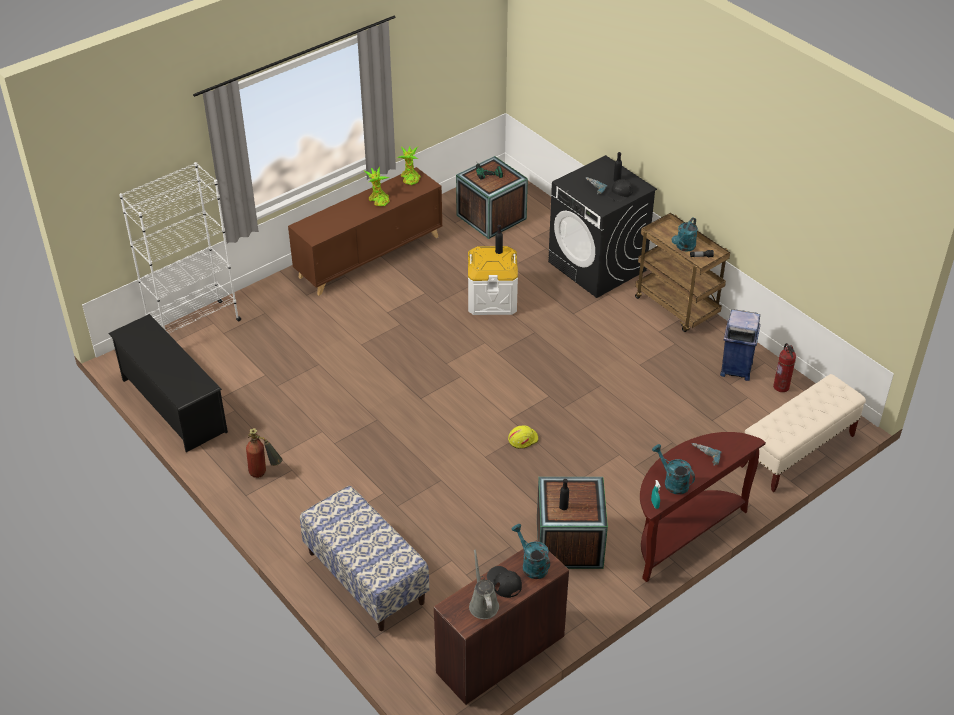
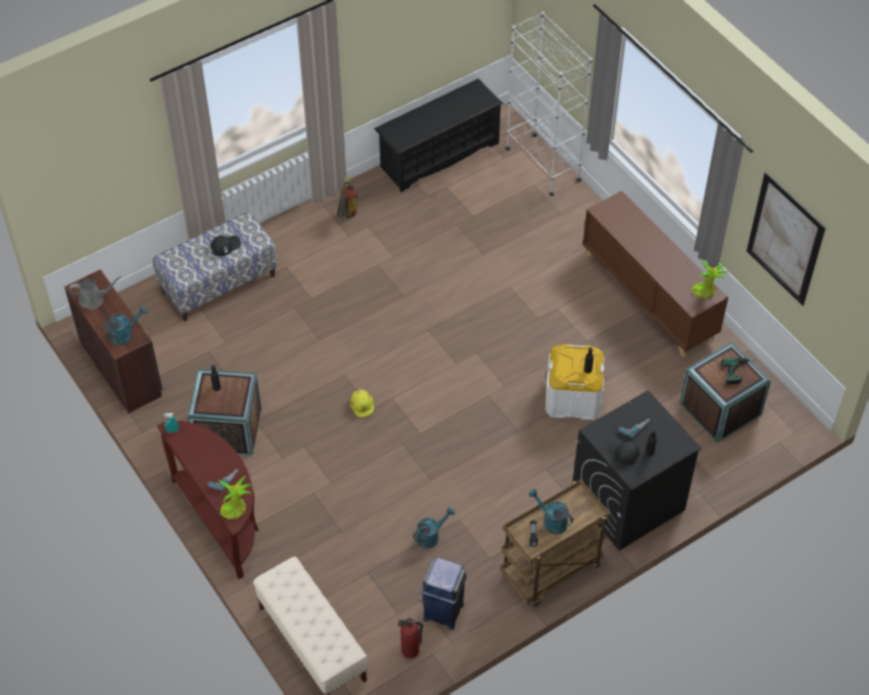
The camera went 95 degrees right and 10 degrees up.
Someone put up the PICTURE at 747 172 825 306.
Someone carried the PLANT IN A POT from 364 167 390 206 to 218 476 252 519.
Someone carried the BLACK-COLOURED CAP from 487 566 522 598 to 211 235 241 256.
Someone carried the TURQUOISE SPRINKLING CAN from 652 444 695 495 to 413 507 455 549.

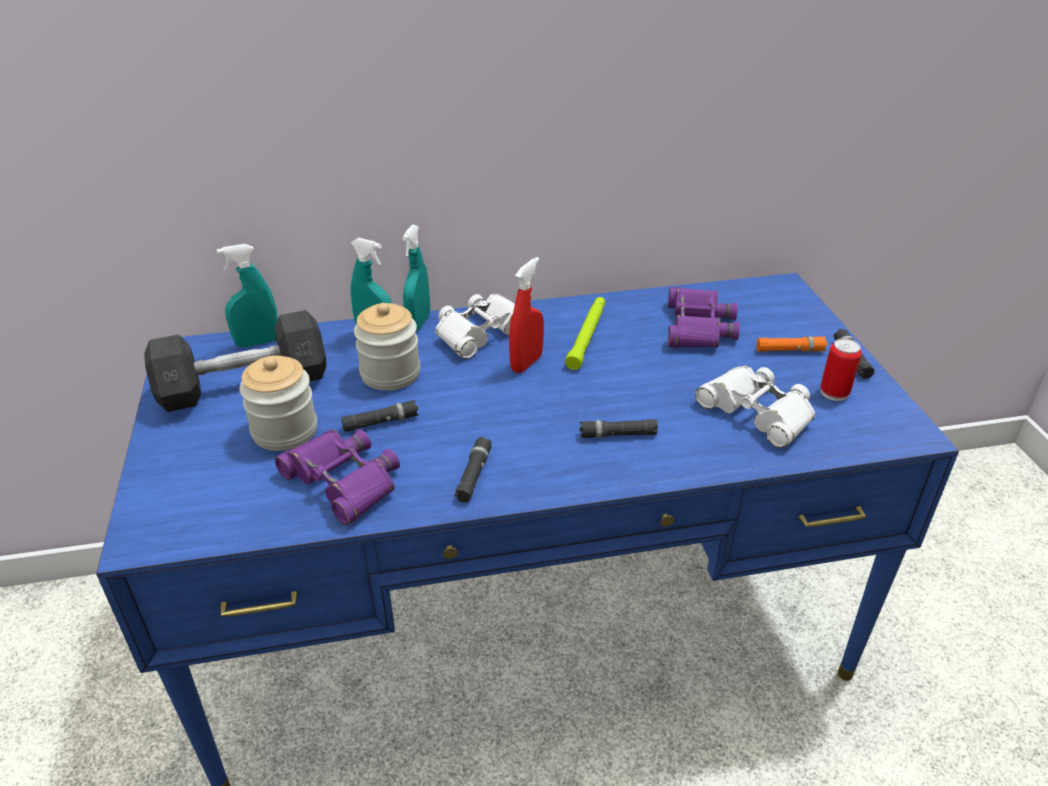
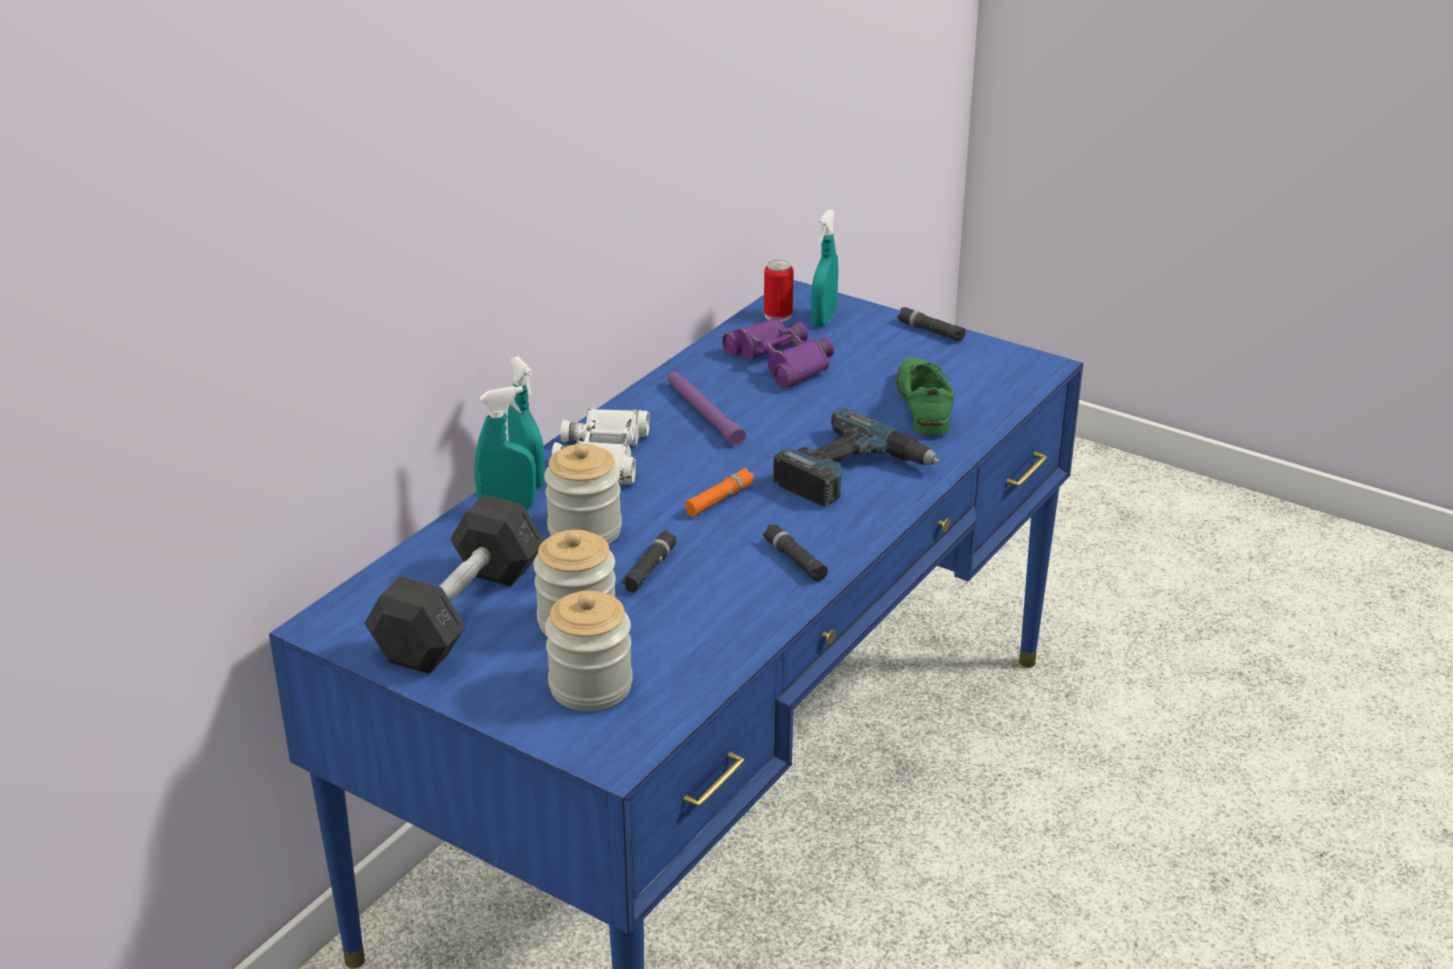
The camera went 45 degrees left and 5 degrees down.
Someone took away the PURPLE BINOCULARS at 275 429 400 525.
Someone took away the RED-COLOURED SPRAYER at 509 257 544 373.
Someone put down the PRESERVE JAR at 545 591 633 711.
Someone carried the TURQUOISE SPRAYER from 217 244 278 347 to 811 210 838 327.
Someone carried the ORANGEY TORCH from 756 336 828 352 to 684 468 754 517.
Someone carried the CAN from 820 338 862 401 to 764 259 794 322.
Someone swapped the BLACK-COLOURED TORCH at 579 419 658 438 for the ELECTRIC DRILL at 773 409 940 506.
Someone swapped the WHITISH BINOCULARS at 695 366 815 448 for the GREEN ITEM OF FOOTWEAR at 897 357 954 435.
Someone repainted the GREEN TORCH at 565 297 605 370, which became the PURPLE TORCH at 668 371 745 446.

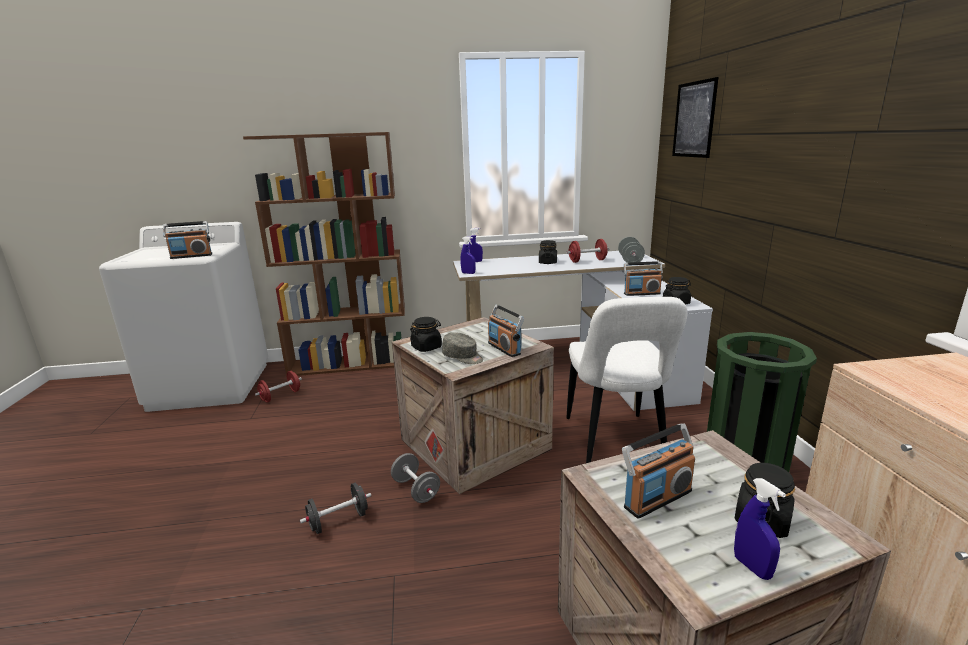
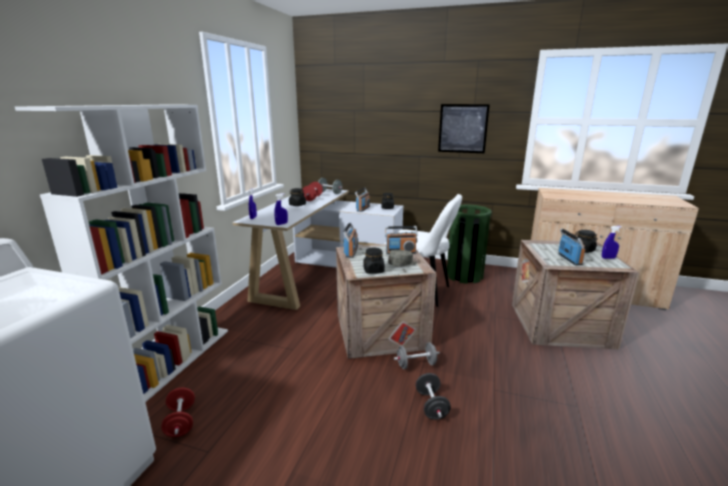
The camera went 65 degrees left and 0 degrees up.
Someone carried the RADIO RECEIVER from 163 221 212 259 to 343 223 358 258.
Someone carried the PICTURE from 672 77 718 158 to 438 104 490 153.
Someone repainted the BROWNISH BOOKCASE at 243 132 405 377, which became the WHITISH BOOKCASE at 15 105 228 402.

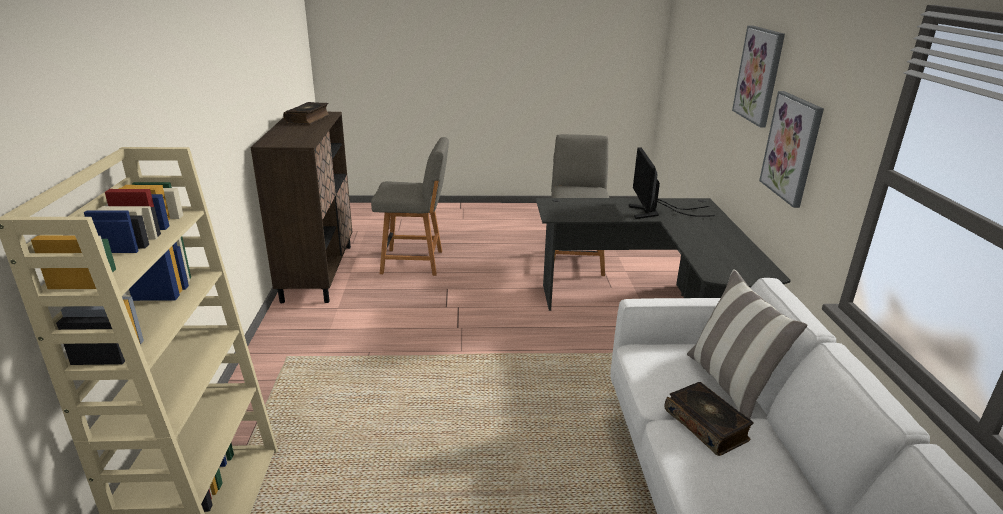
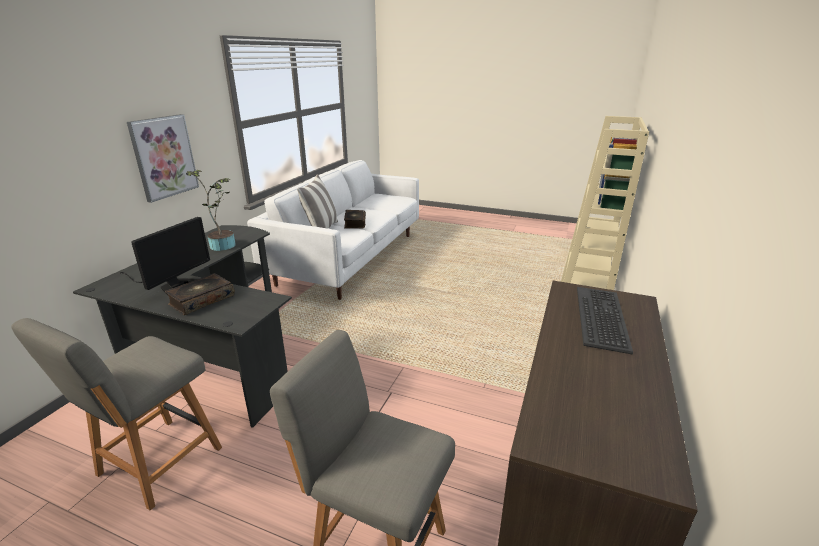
The camera went 155 degrees left and 0 degrees up.
Someone took away the PICTURE at 732 25 785 127.
Someone put down the PLANT IN A POT at 186 170 236 251.
Someone put down the PC KEYBOARD at 577 287 633 355.
Someone carried the BOUND BOOK from 283 102 330 125 to 165 273 235 315.

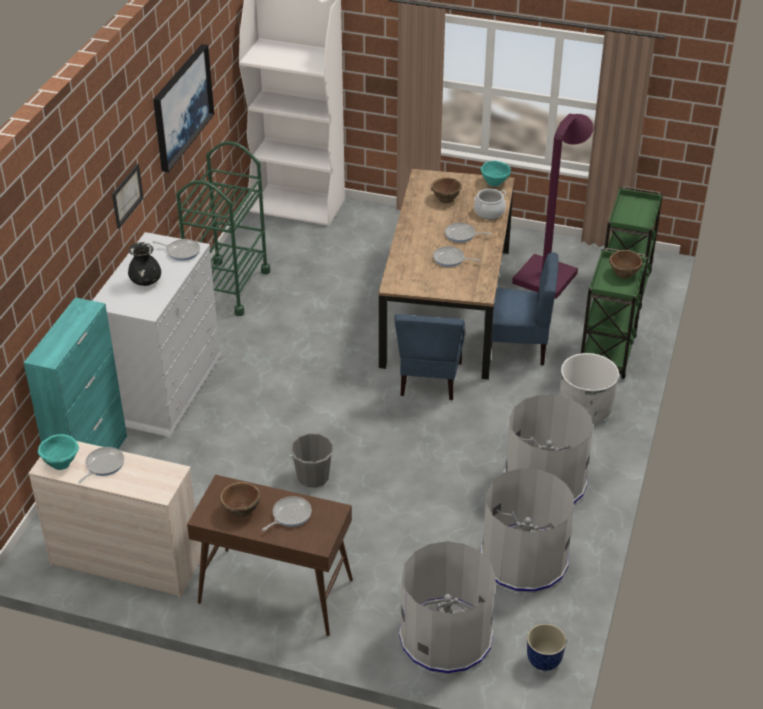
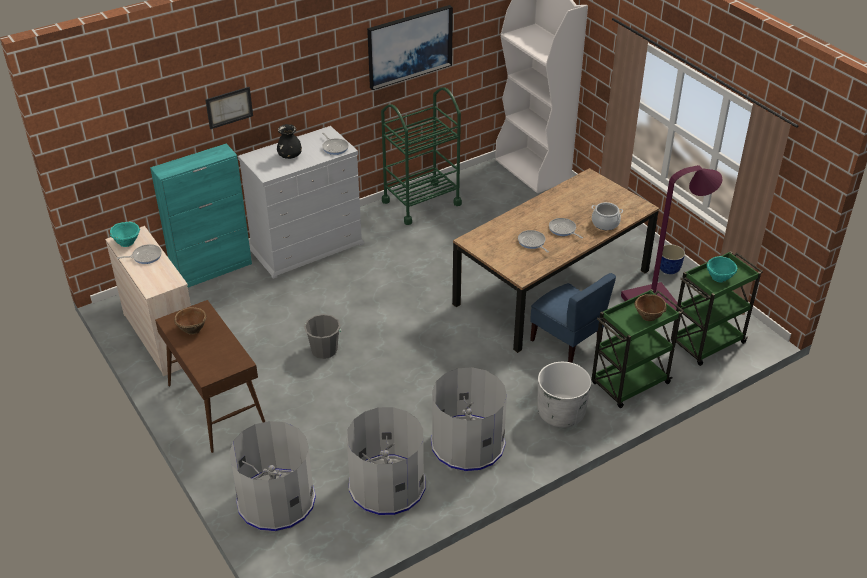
The camera went 40 degrees right and 0 degrees up.
Someone took away the PAN at 262 496 312 531.
Someone took away the BLUISH UPRIGHT CHAIR at 395 314 465 400.
Someone took away the BROWNISH BOWL at 431 178 462 203.
Someone carried the PICTURE from 112 164 143 229 to 205 87 253 129.
Someone carried the TURQUOISE BOWL from 481 161 511 186 to 707 256 737 283.
Someone carried the PLANTER from 527 624 567 671 to 660 244 685 274.

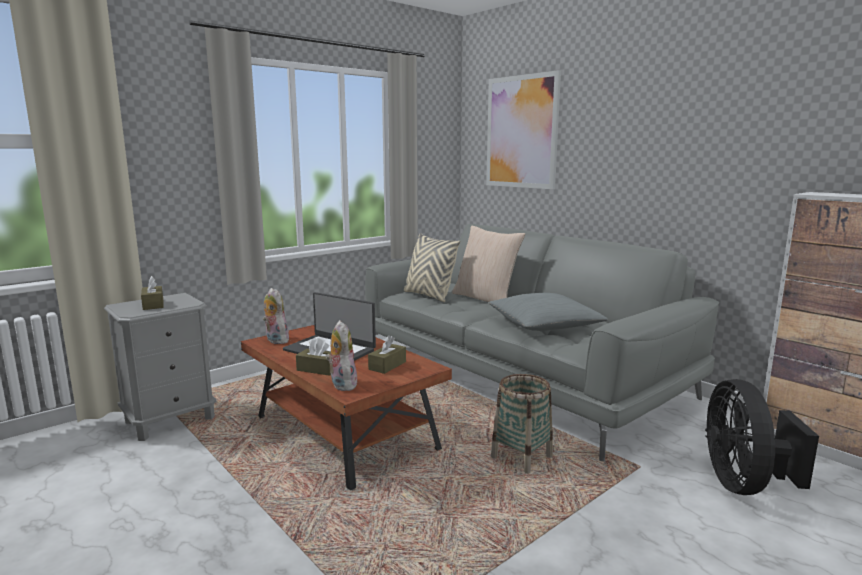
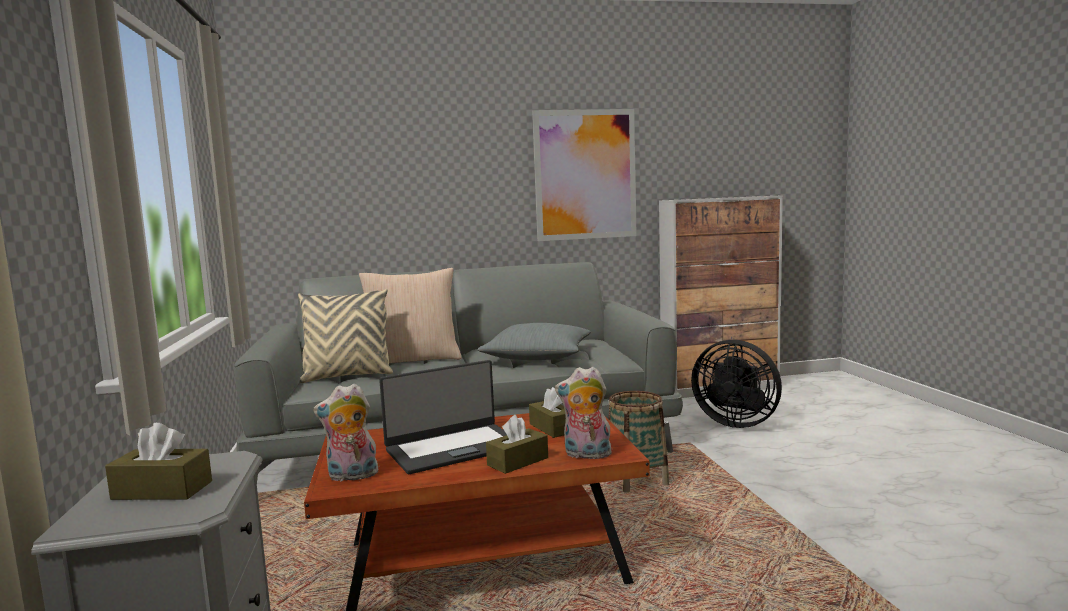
The camera went 60 degrees left and 5 degrees down.
Someone carried the PICTURE from 486 70 561 189 to 532 109 637 241.

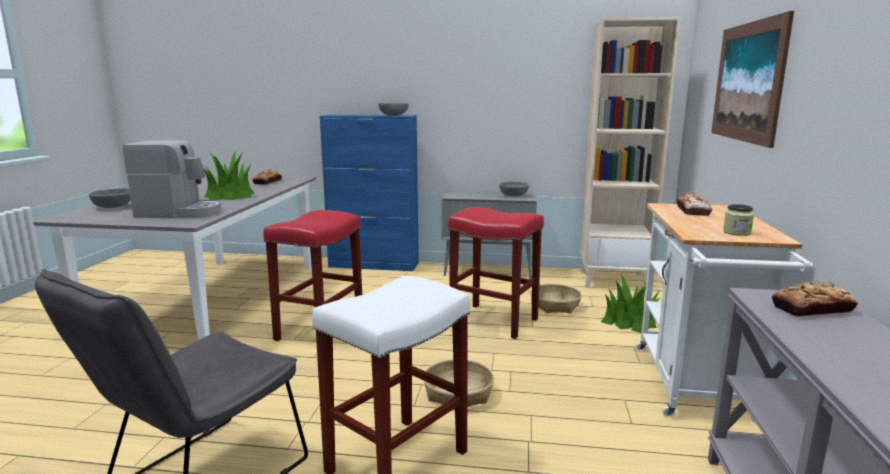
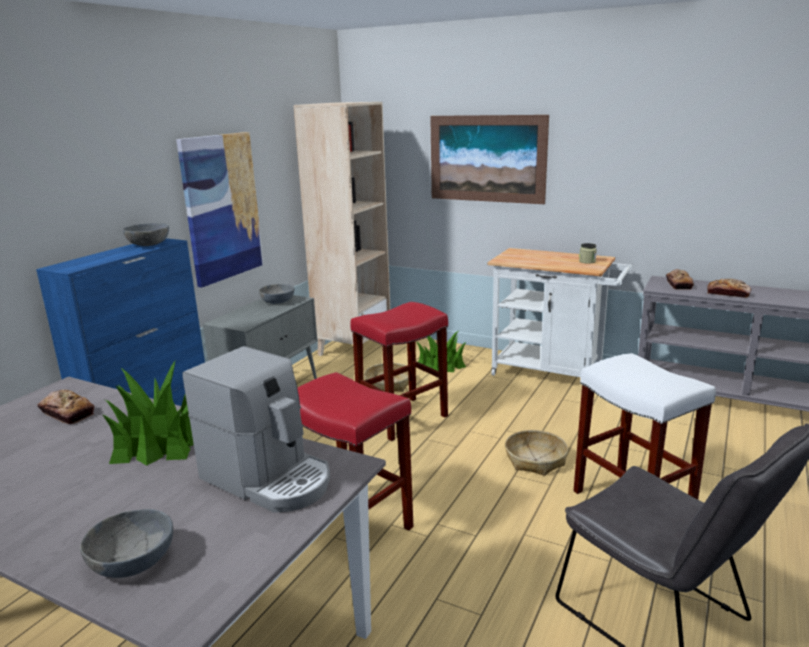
The camera went 70 degrees left and 5 degrees up.
Someone put up the PICTURE at 176 132 264 288.
Someone carried the BREAD from 676 192 712 216 to 707 279 751 298.
Someone rotated the COFFEE MACHINE at 123 140 221 218 by 105 degrees clockwise.

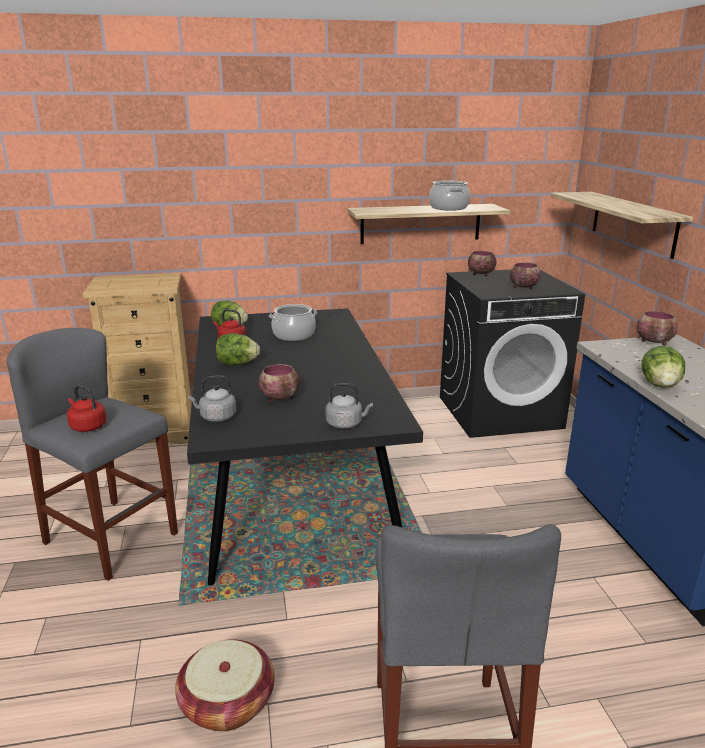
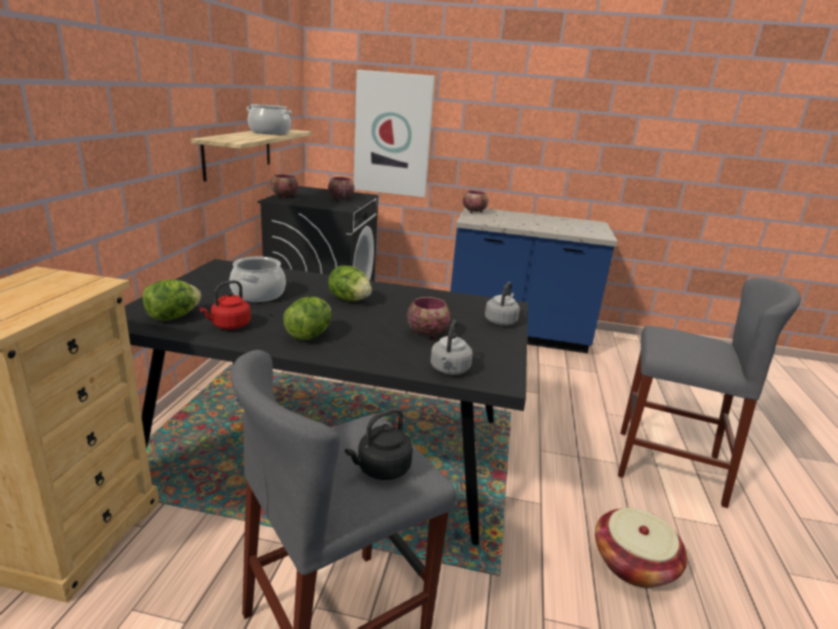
The camera went 70 degrees left and 0 degrees up.
Someone carried the LETTUCE HEAD from 641 346 685 388 to 328 266 372 301.
Someone swapped the BRACKET SHELF at 551 192 693 259 for the PICTURE at 354 70 435 197.
Someone repainted the RED-COLOURED KETTLE at 67 385 107 432, which became the BLACK-COLOURED KETTLE at 345 408 413 480.

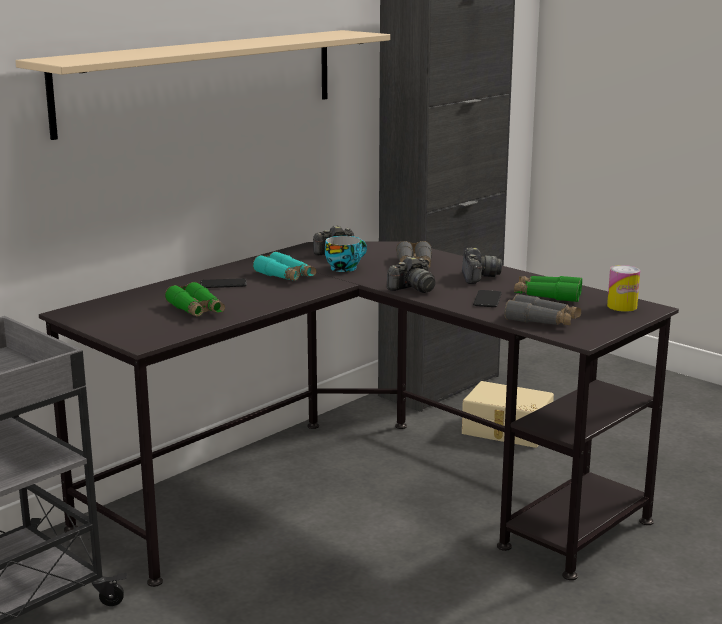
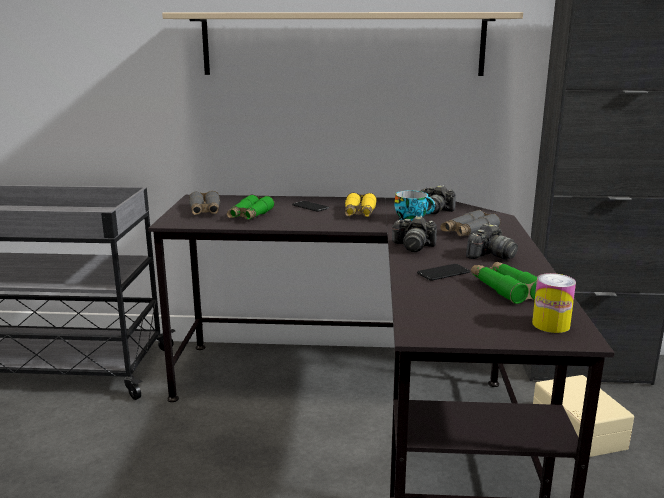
The camera went 50 degrees right and 0 degrees up.
Someone carried the GREYISH BINOCULARS from 504 294 581 325 to 189 191 220 215.
Someone repainted the TURQUOISE BINOCULARS at 253 251 316 281, which became the YELLOWISH BINOCULARS at 345 193 377 217.

